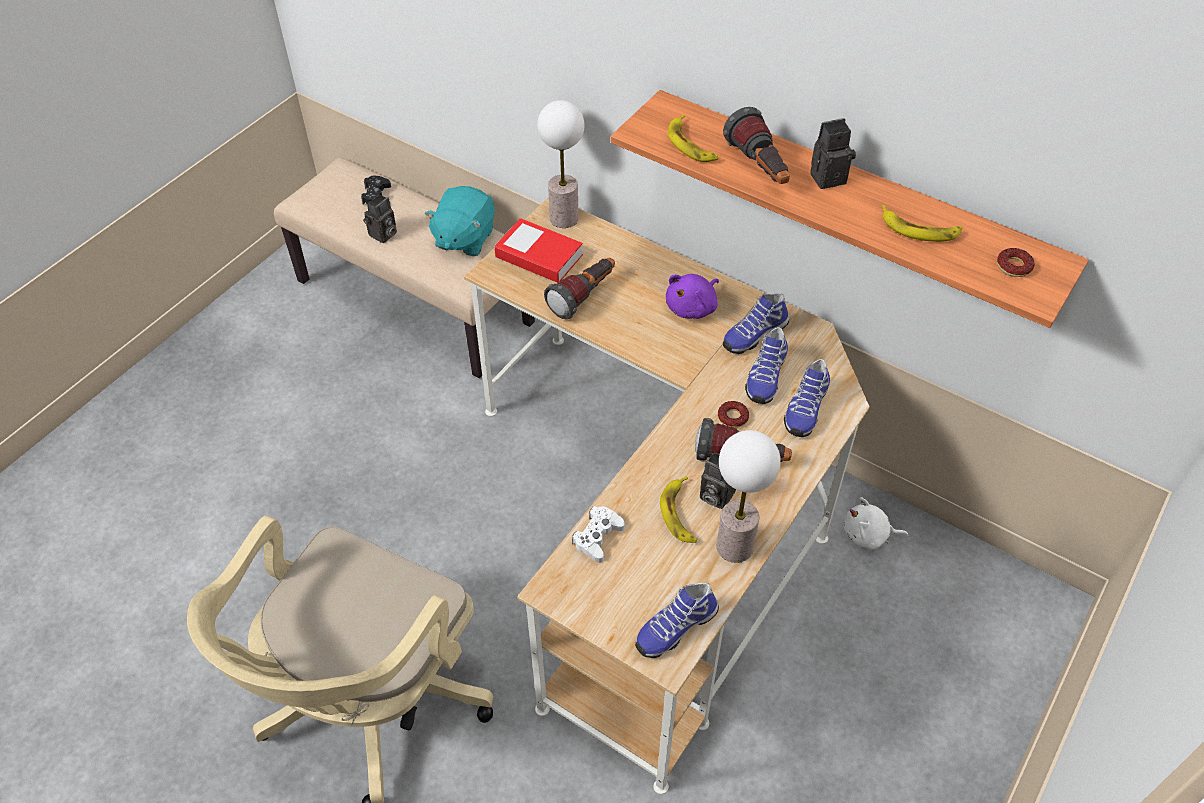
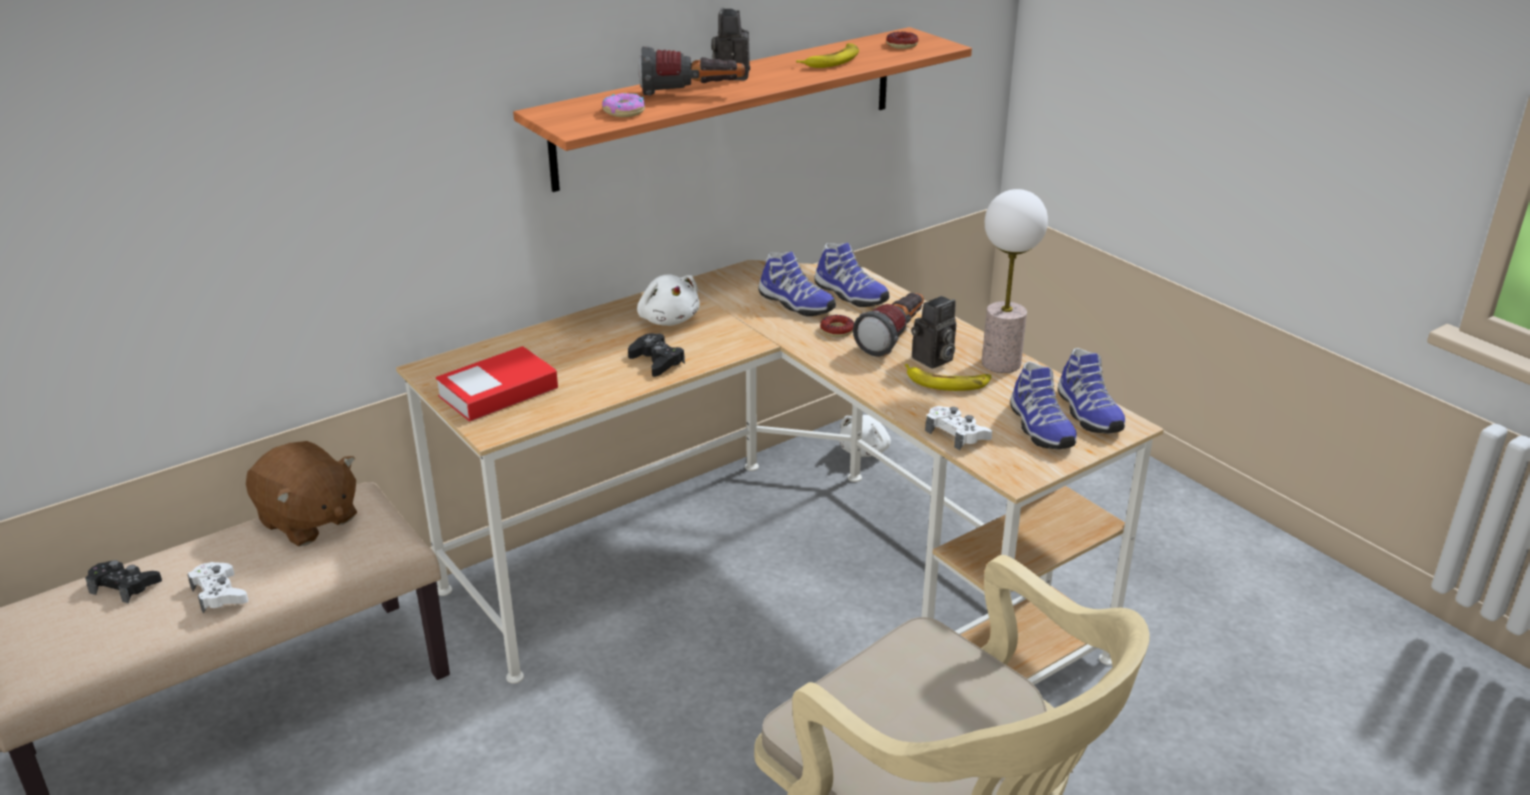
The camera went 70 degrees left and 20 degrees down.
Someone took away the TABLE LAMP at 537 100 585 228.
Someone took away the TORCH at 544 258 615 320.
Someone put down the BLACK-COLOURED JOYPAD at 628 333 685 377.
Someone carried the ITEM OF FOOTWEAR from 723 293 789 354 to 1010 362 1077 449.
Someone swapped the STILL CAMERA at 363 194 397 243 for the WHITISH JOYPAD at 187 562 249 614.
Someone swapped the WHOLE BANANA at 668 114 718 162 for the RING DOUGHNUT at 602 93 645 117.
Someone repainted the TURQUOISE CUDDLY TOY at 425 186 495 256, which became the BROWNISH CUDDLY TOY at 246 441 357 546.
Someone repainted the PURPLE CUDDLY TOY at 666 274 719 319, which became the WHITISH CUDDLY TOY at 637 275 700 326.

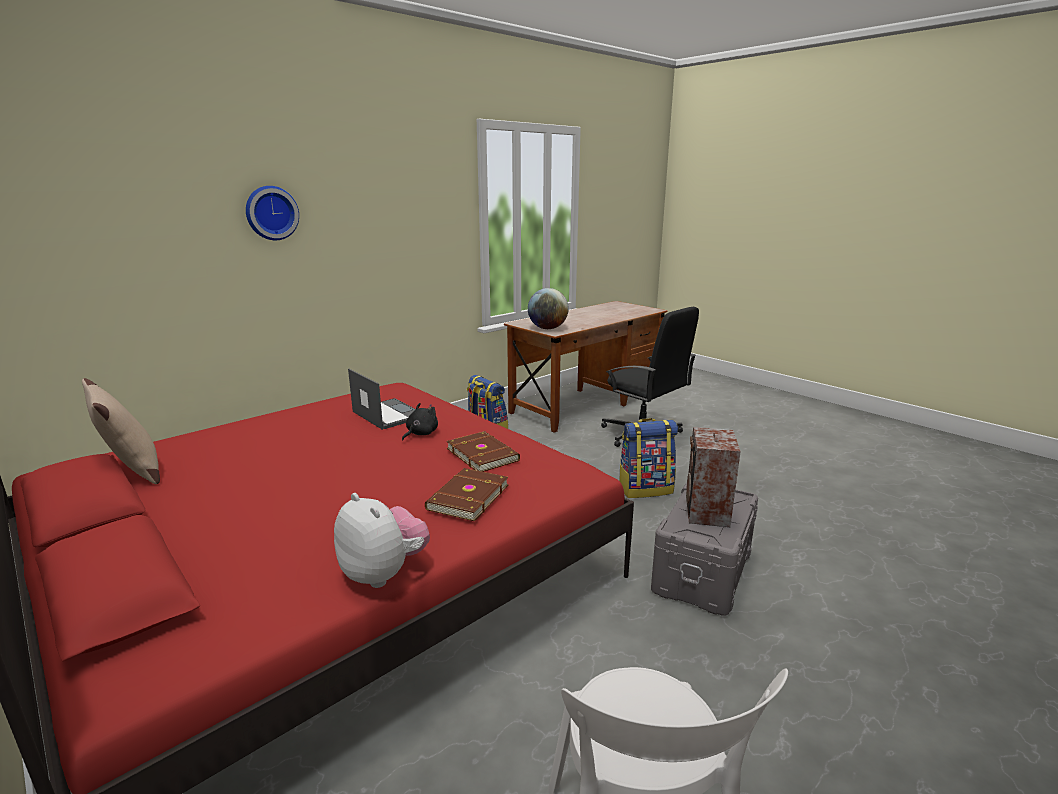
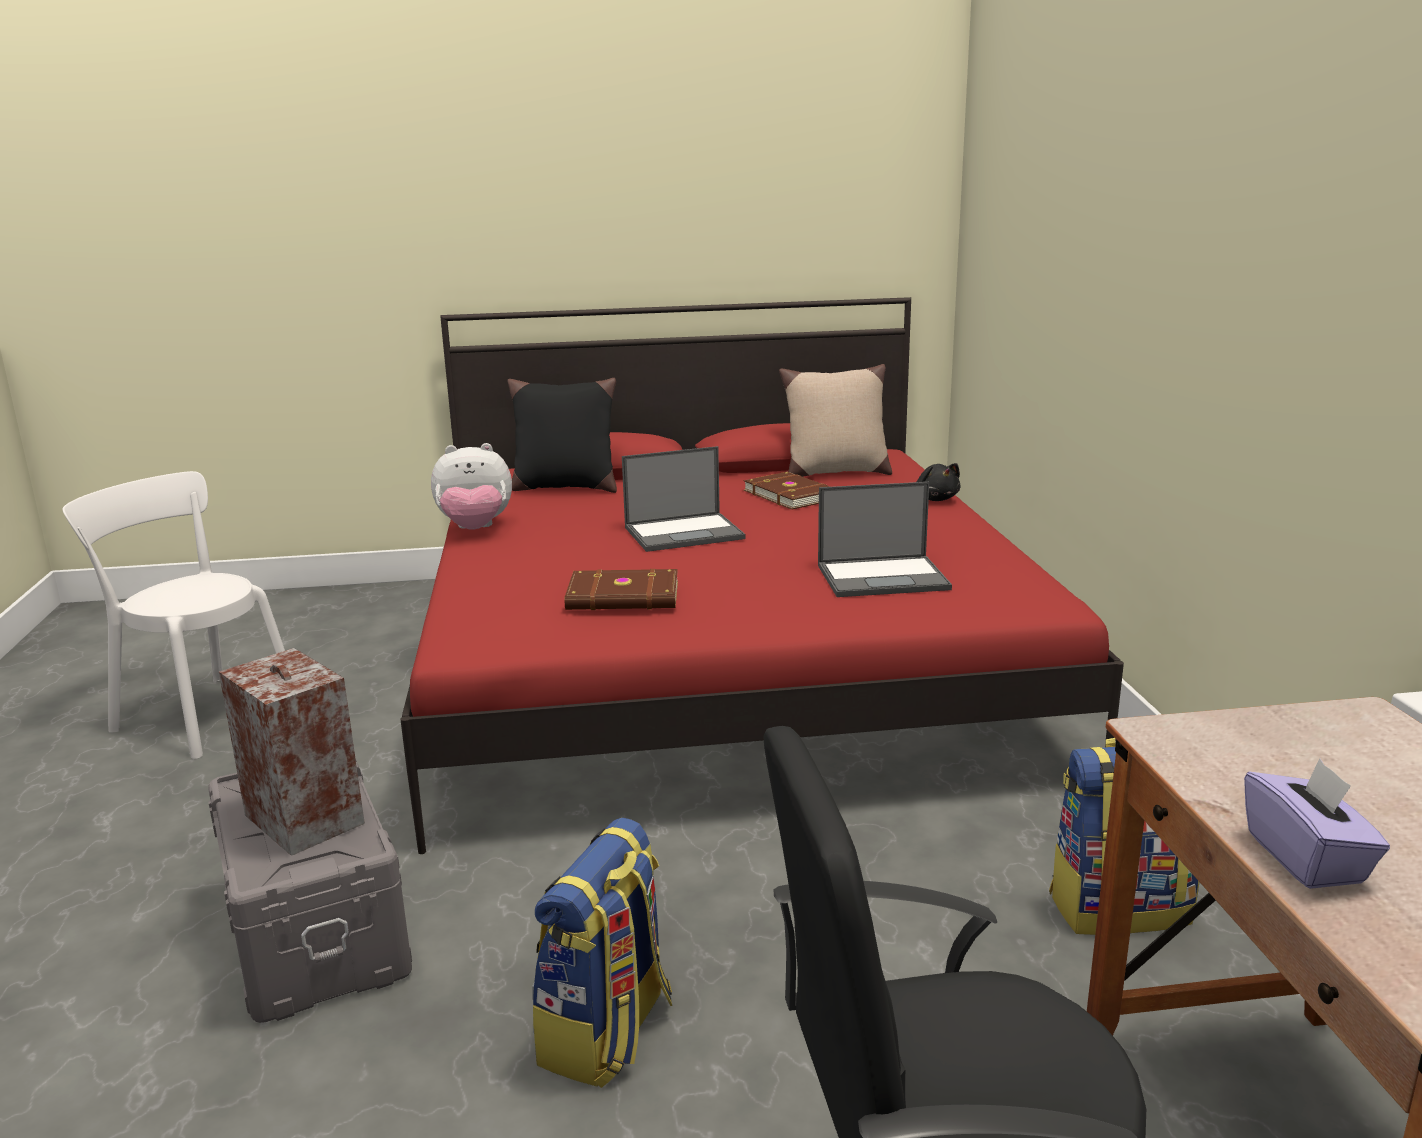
The camera went 125 degrees right and 0 degrees up.
Someone took away the CLOCK ON THE WALL at 246 186 299 240.
Someone took away the WORLD GLOBE at 528 288 569 329.
Someone put down the BLACK-COLOURED CUSHION at 507 378 617 493.
Someone put down the NOTEBOOK COMPUTER at 622 446 745 552.
Someone put down the PURPLE BOX OF TISSUES at 1244 759 1390 889.
Someone carried the BLACK-COLOURED CUDDLY TOY from 402 403 438 440 to 917 463 961 501.
Someone carried the BROWNISH BOUND BOOK from 425 468 508 521 to 743 472 830 510.

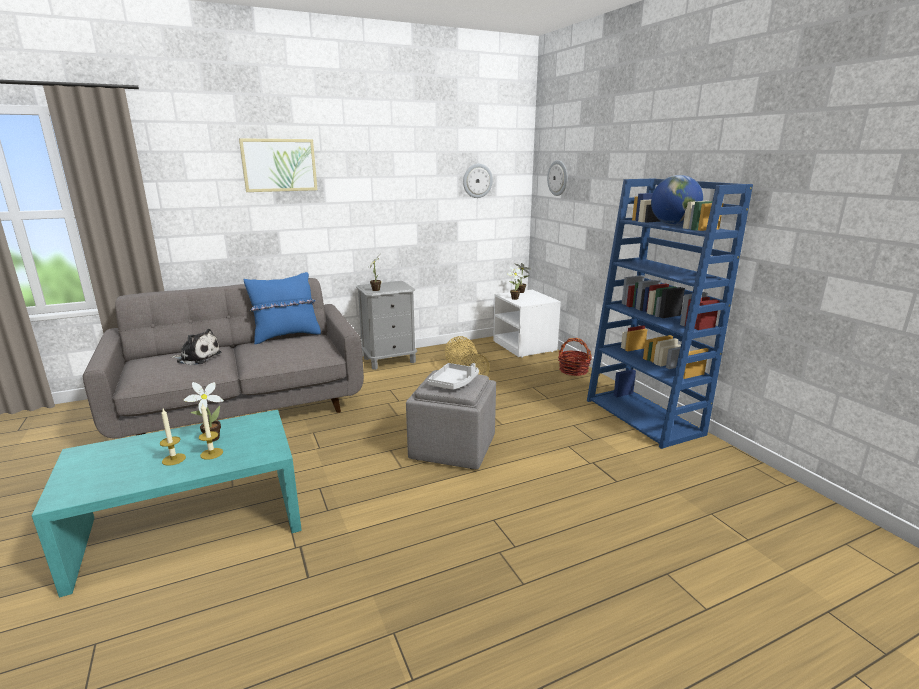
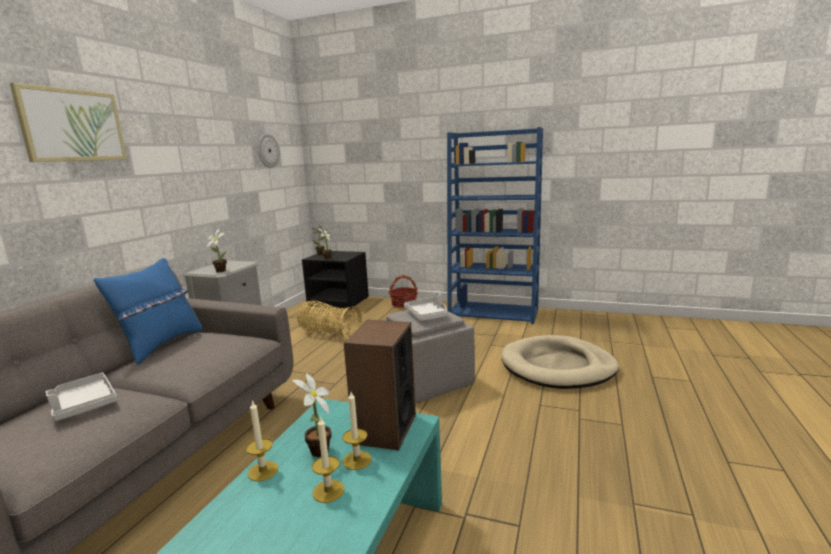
The camera went 45 degrees left and 5 degrees down.
Someone took away the CLOCK ON THE WALL at 547 160 568 196.
Someone took away the WORLD GLOBE at 651 175 703 225.
Someone put down the WAX LIGHT at 246 400 278 481.
Someone put down the LOUDSPEAKER at 344 320 416 450.
Someone put down the BEIGE-COLOURED DOG BED at 501 335 619 389.
Someone swapped the CUDDLY TOY at 171 329 222 365 for the GREYISH SERVING TRAY at 45 373 117 421.
Someone repainted the WHITISH NIGHT TABLE at 493 290 561 357, which became the BLACK-COLOURED NIGHT TABLE at 302 251 369 309.

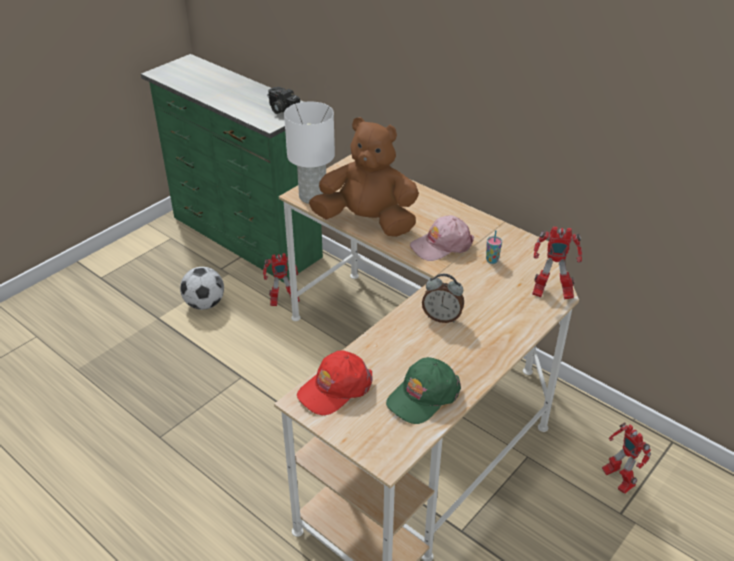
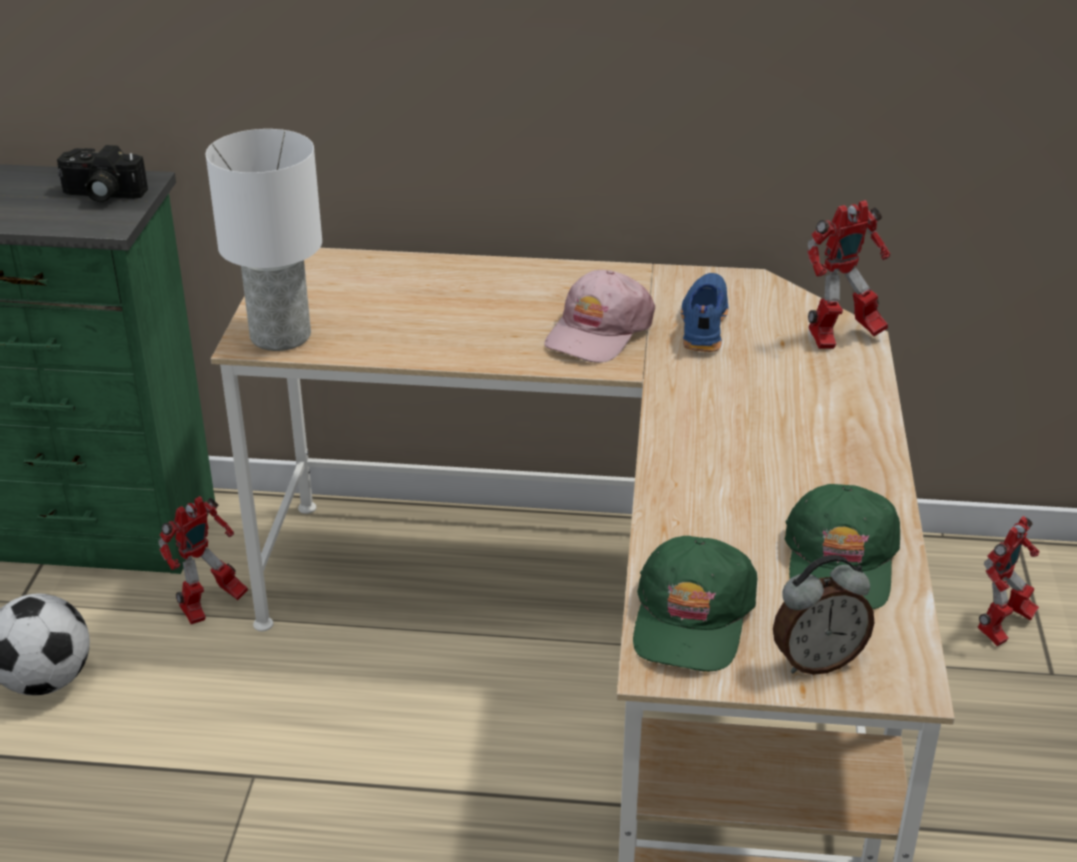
The camera went 35 degrees left and 5 degrees down.
Someone took away the BROWNISH CUDDLY TOY at 309 117 419 237.
Someone carried the BEDSIDE CLOCK from 422 274 464 323 to 773 555 874 675.
Someone swapped the CUP at 486 230 502 264 for the BLUISH ITEM OF FOOTWEAR at 681 273 728 352.
Someone repainted the RED-COLOURED CAP at 297 350 373 415, which became the GREEN CAP at 633 536 757 672.
Someone rotated the MODEL ROBOT at 602 422 651 494 by 75 degrees counterclockwise.

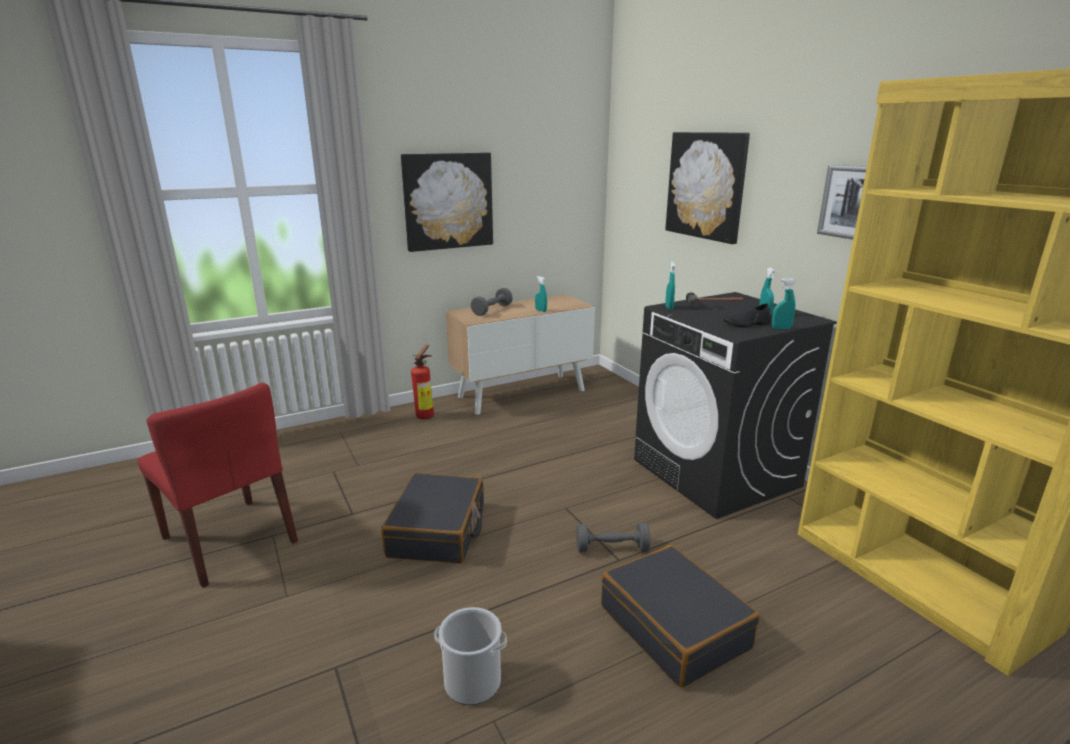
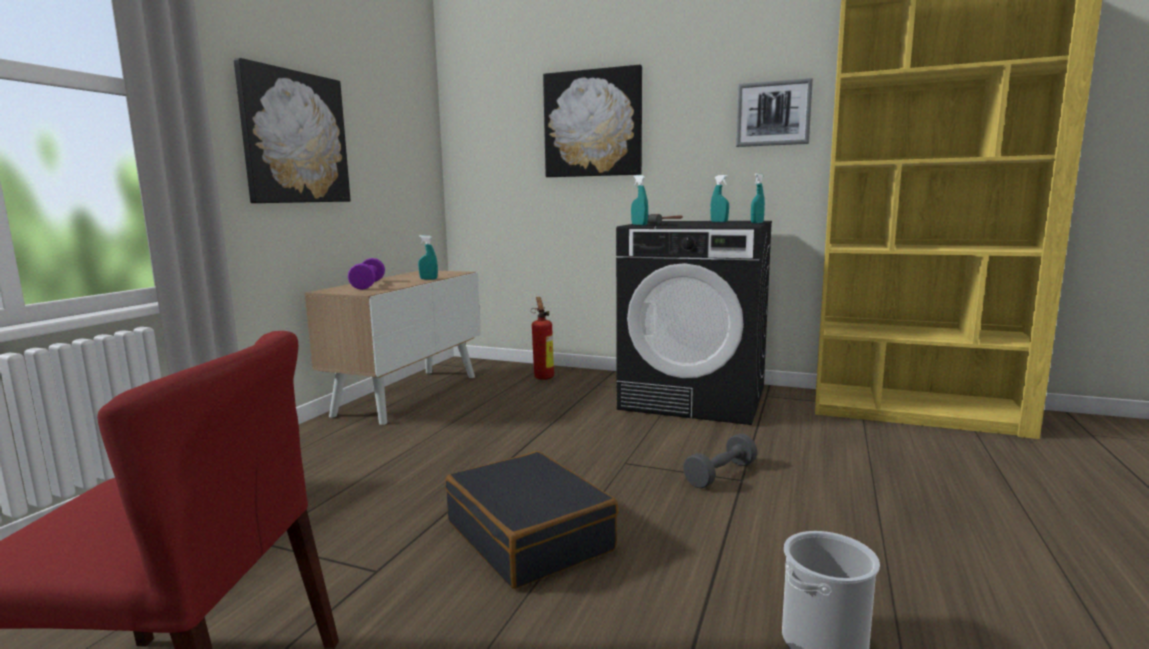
The camera went 40 degrees left and 10 degrees down.
Someone took away the BLACK-COLOURED SUITCASE at 601 545 760 688.
Someone took away the BLACK-COLOURED ITEM OF FOOTWEAR at 724 303 771 328.
Someone carried the FIRE-FIGHTING CYLINDER from 411 345 434 419 to 532 297 554 380.
Someone repainted the GREYISH HAND WEIGHT at 471 288 513 316, which became the PURPLE HAND WEIGHT at 348 258 385 290.

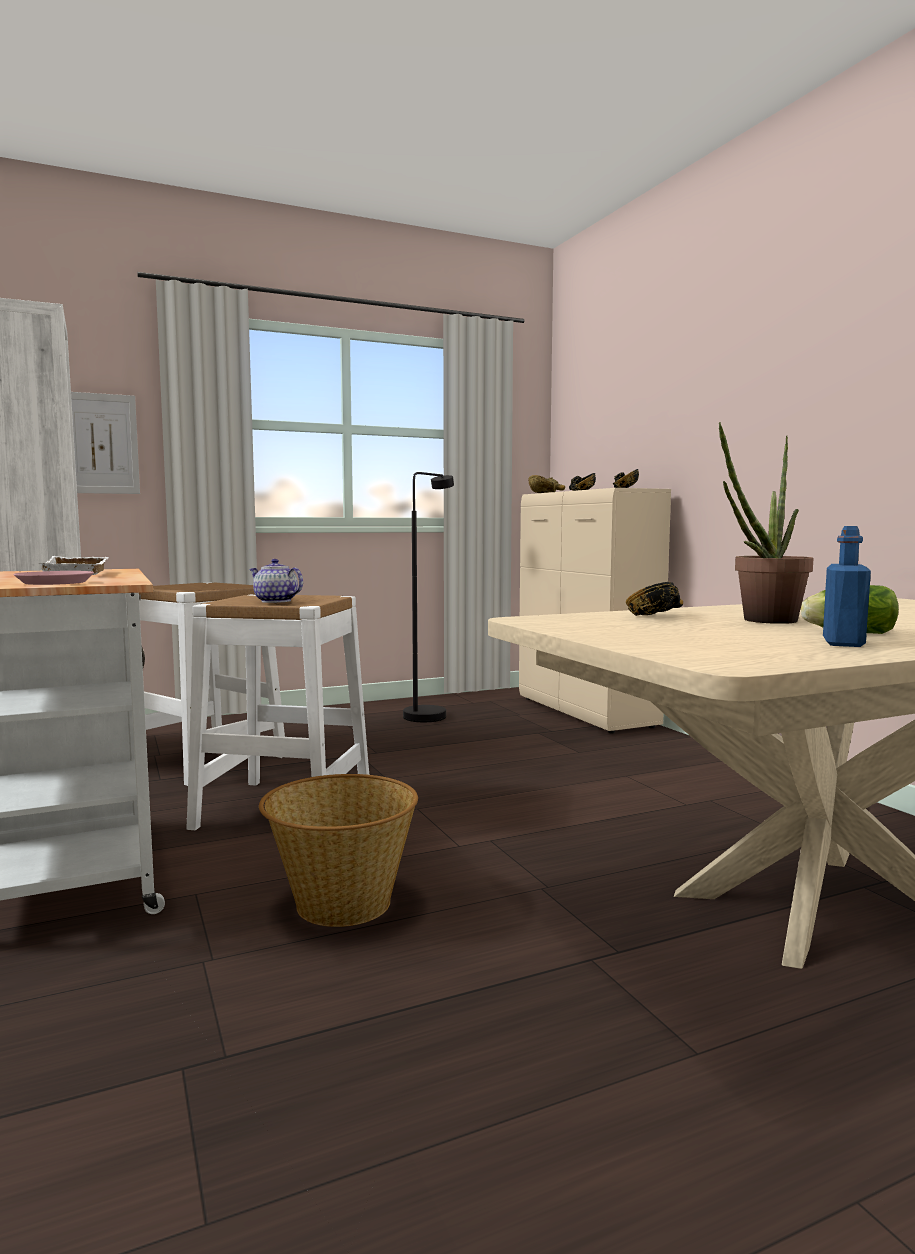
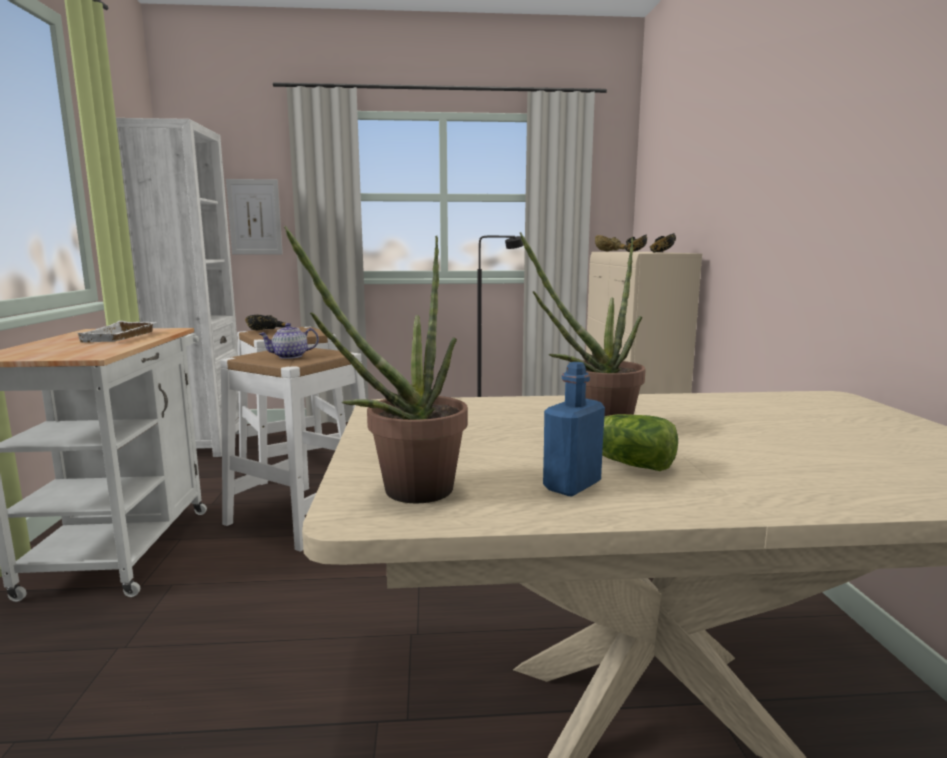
The camera went 20 degrees right and 5 degrees up.
Someone took away the PINK-COLOURED FLAT DISH at 13 571 94 585.
Someone took away the BASKET at 259 774 418 927.
Someone put down the PLANT IN A POT at 284 226 468 503.
Someone carried the BLACK-COLOURED BOWL from 626 582 683 616 to 245 315 286 330.
Someone rotated the TEA POT at 249 559 303 603 by 75 degrees counterclockwise.

